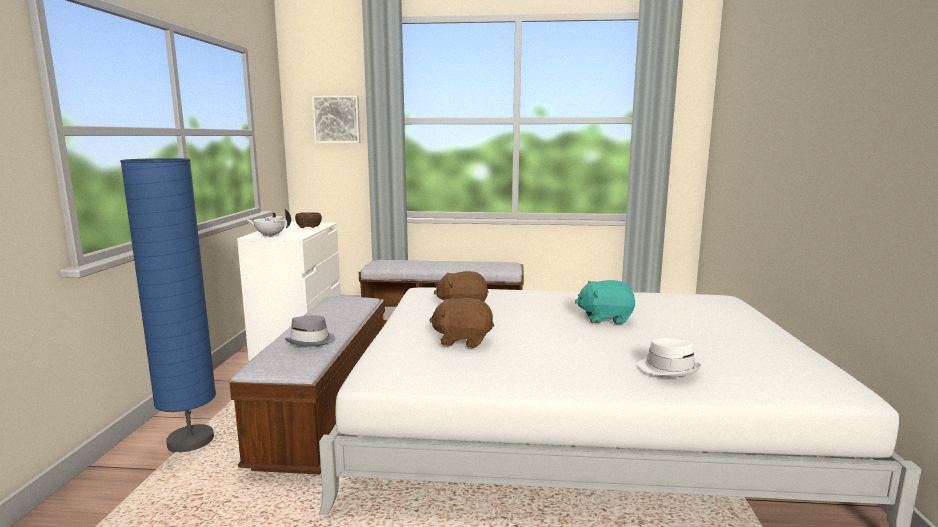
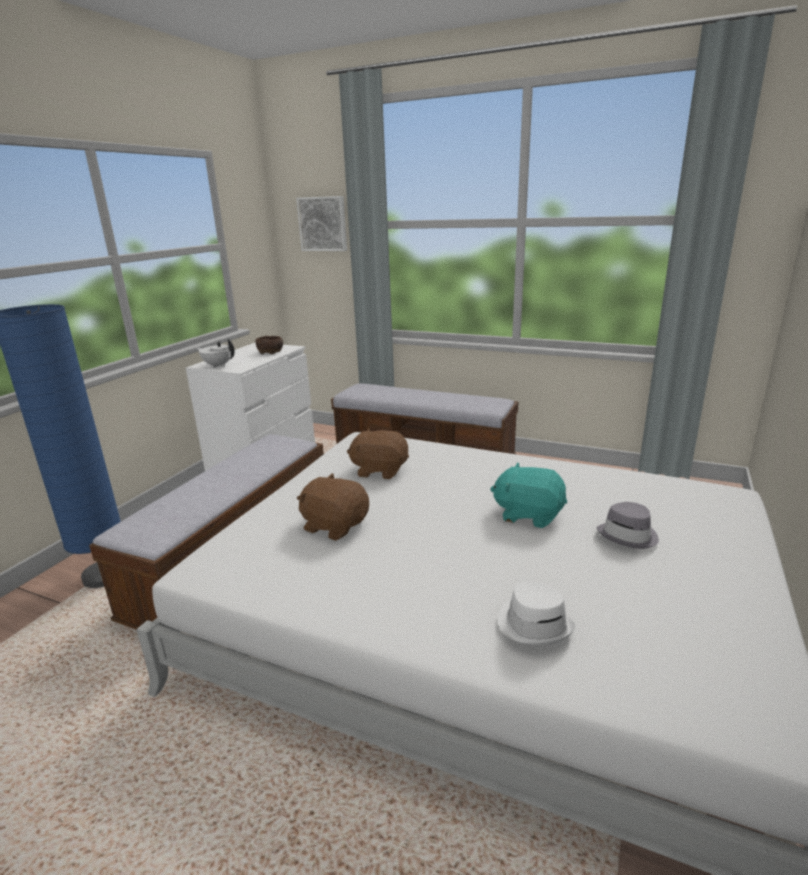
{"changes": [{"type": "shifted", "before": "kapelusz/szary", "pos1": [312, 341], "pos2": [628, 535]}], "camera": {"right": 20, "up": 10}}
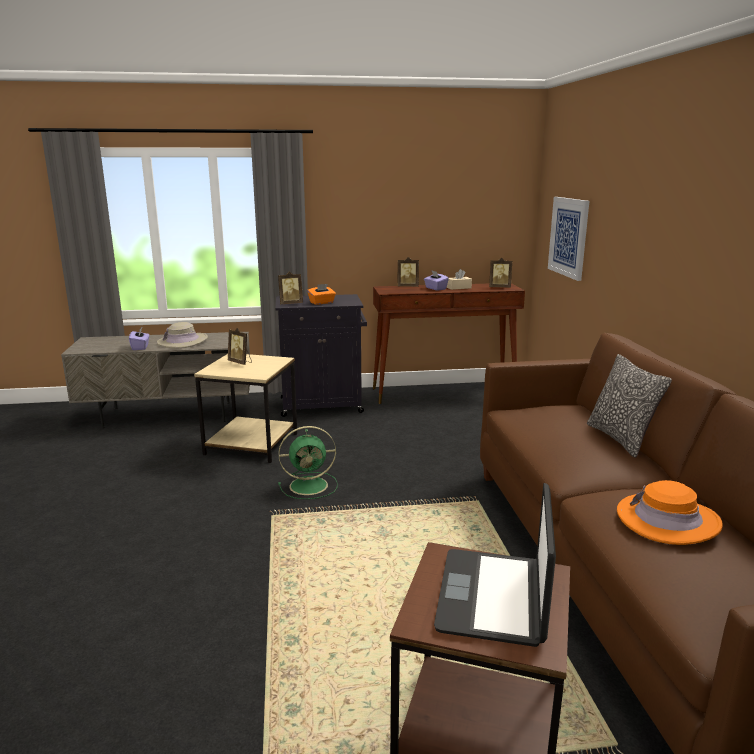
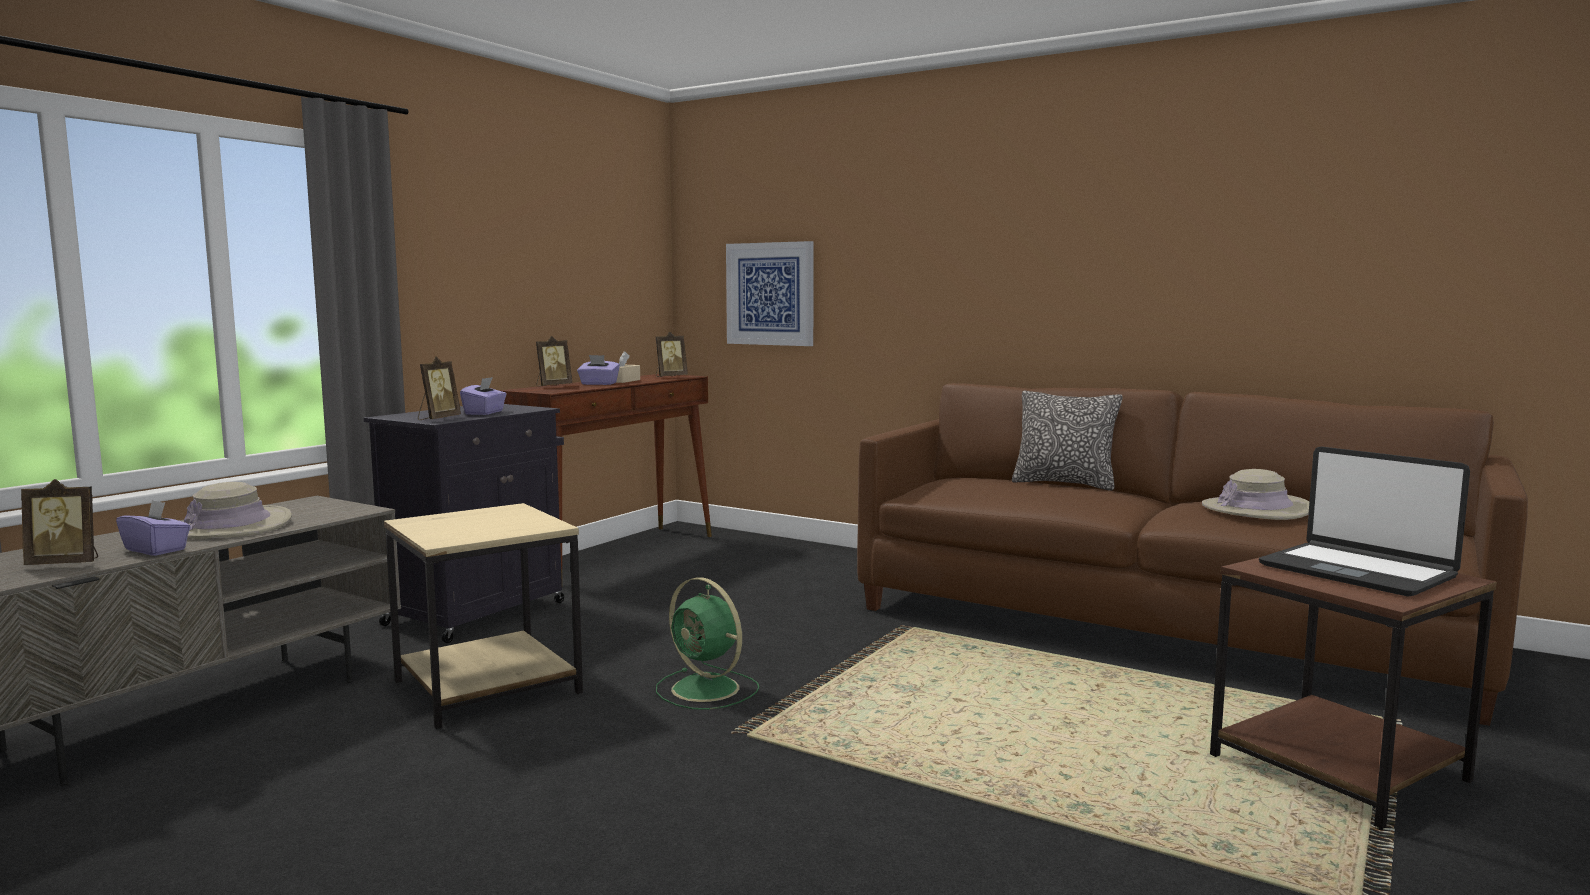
{"changes": [{"type": "shifted", "before": "ramka na zdjęcie", "pos1": [240, 362], "pos2": [66, 563]}, {"type": "rotated", "before": "wentylator/zielony", "pos1": [310, 485], "pos2": [707, 690], "turn": 105}, {"type": "repainted", "before": "pudełko chusteczek/pomarańczowy", "after": "pudełko chusteczek/fioletowy", "pos1": [322, 302], "pos2": [484, 413]}, {"type": "repainted", "before": "kapelusz/pomarańczowy", "after": "kapelusz/beżowy", "pos1": [667, 520], "pos2": [1256, 509]}], "camera": {"right": -50, "up": -10}}
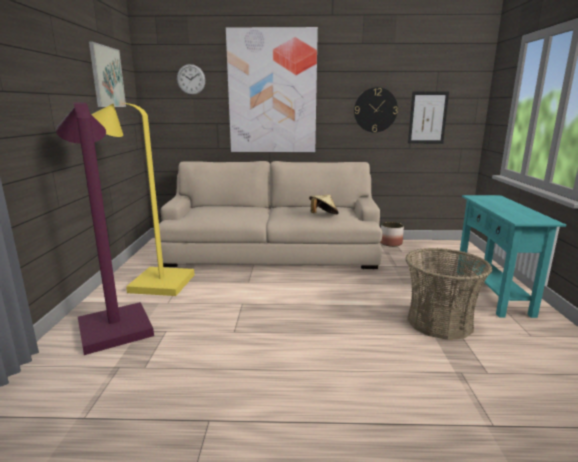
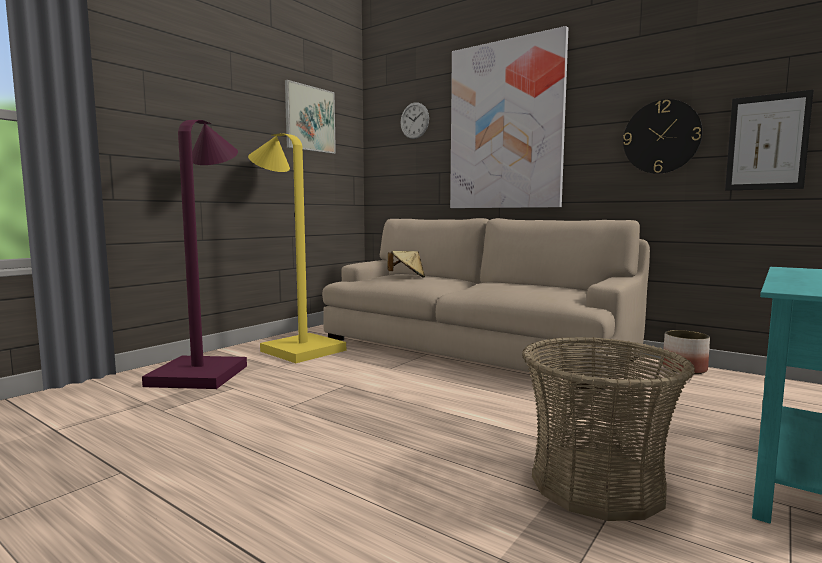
{"changes": [{"type": "shifted", "before": "kapelusz/beżowy", "pos1": [323, 215], "pos2": [407, 277]}], "camera": {"right": 35, "up": -10}}
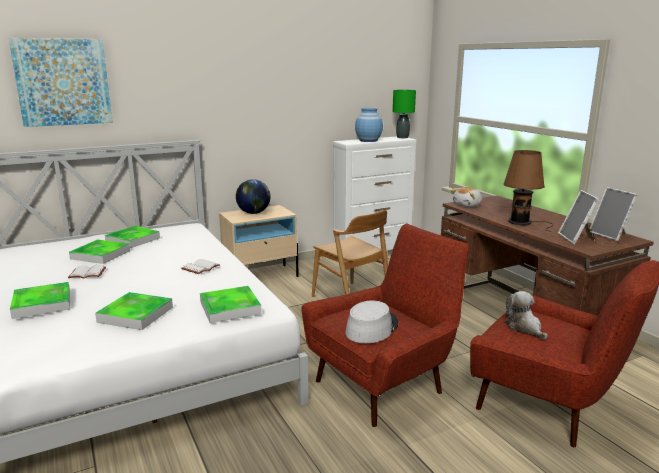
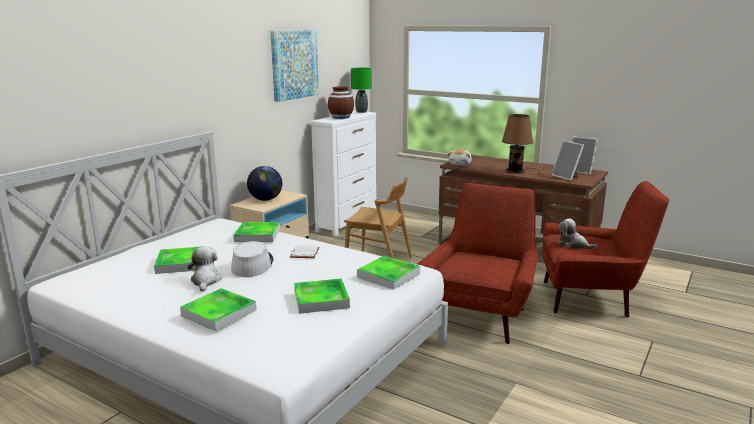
{"changes": [{"type": "shifted", "before": "obraz", "pos1": [63, 82], "pos2": [294, 64]}, {"type": "swapped", "before": "książka/biały", "after": "pluszak", "pos1": [86, 274], "pos2": [205, 281]}, {"type": "shifted", "before": "taca", "pos1": [133, 240], "pos2": [257, 235]}, {"type": "shifted", "before": "kapelusz/szary", "pos1": [371, 328], "pos2": [252, 265]}, {"type": "repainted", "before": "wazon/niebieski", "after": "wazon/brązowy", "pos1": [368, 140], "pos2": [341, 117]}], "camera": {"right": -30, "up": 0}}
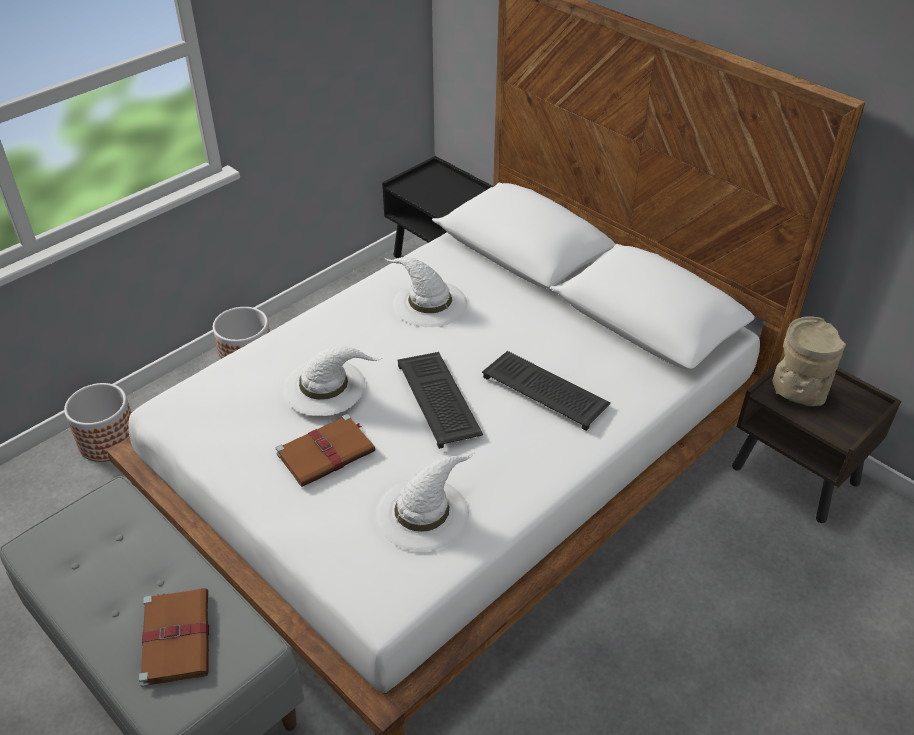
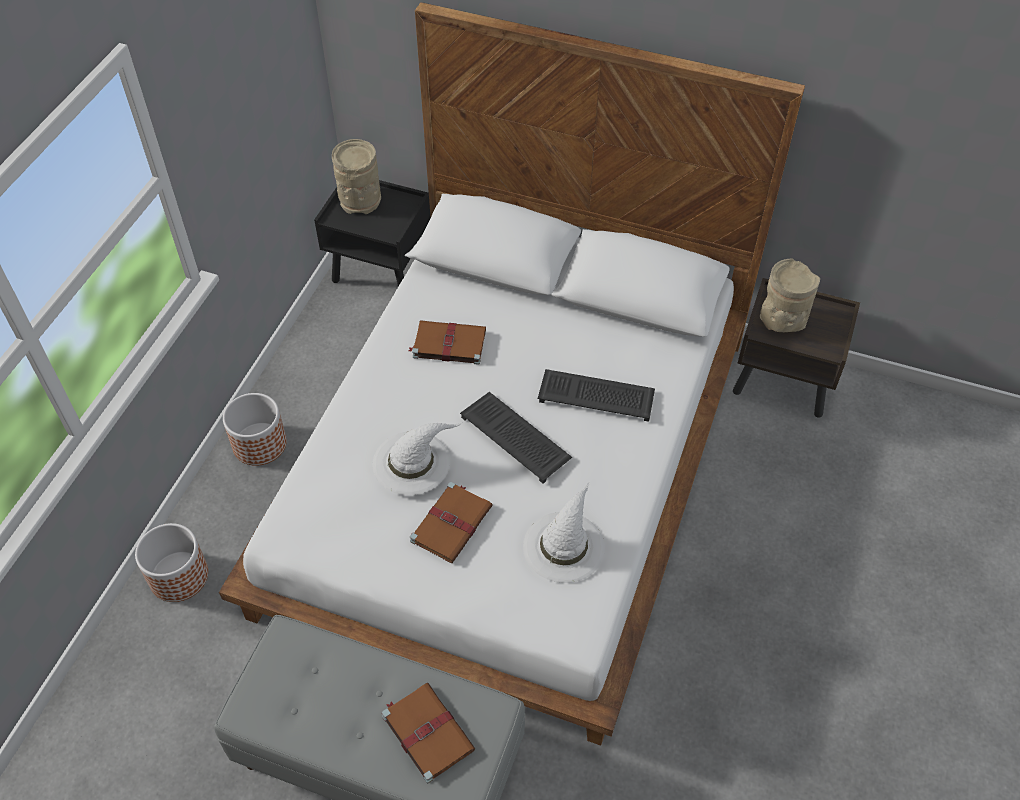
{"changes": [{"type": "swapped", "before": "kapelusz/biały", "after": "książka/brązowy", "pos1": [428, 303], "pos2": [448, 344]}, {"type": "new", "after": "wazon/beżowy", "pos2": [360, 200]}], "camera": {"right": -25, "up": 10}}
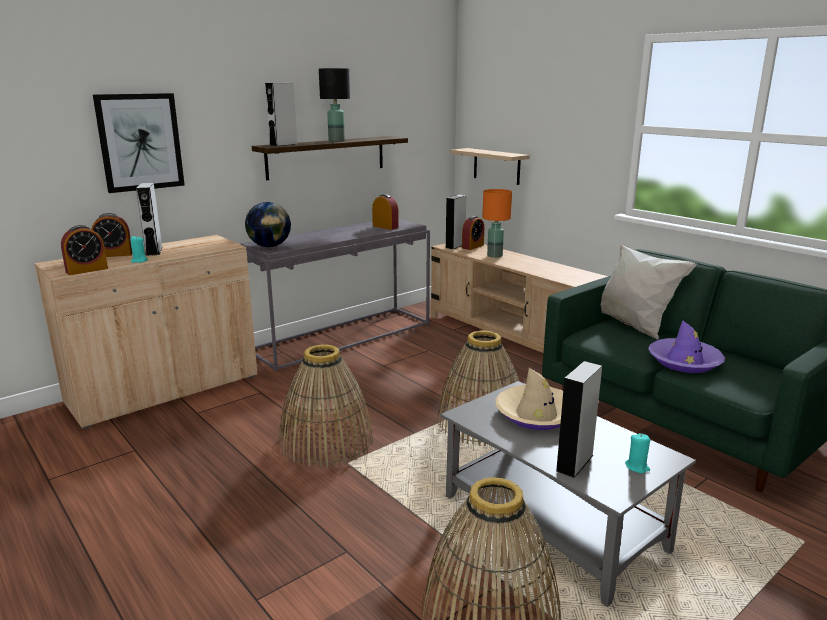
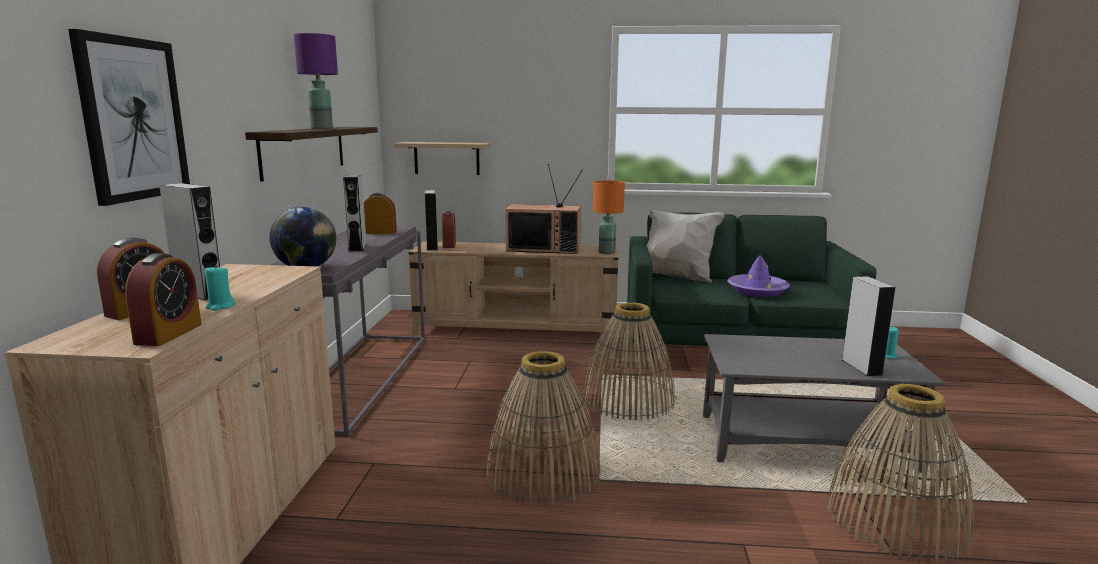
{"changes": [{"type": "shifted", "before": "głośnik/szary", "pos1": [283, 144], "pos2": [357, 247]}, {"type": "repainted", "before": "lampa stołowa/czarny", "after": "lampa stołowa/fioletowy", "pos1": [336, 141], "pos2": [321, 128]}, {"type": "shifted", "before": "lampa stołowa/pomarańczowy", "pos1": [495, 255], "pos2": [607, 252]}, {"type": "gone", "before": "kapelusz/beżowy", "pos1": [536, 414]}, {"type": "new", "after": "telewizor", "pos2": [545, 248]}], "camera": {"right": -45, "up": -5}}
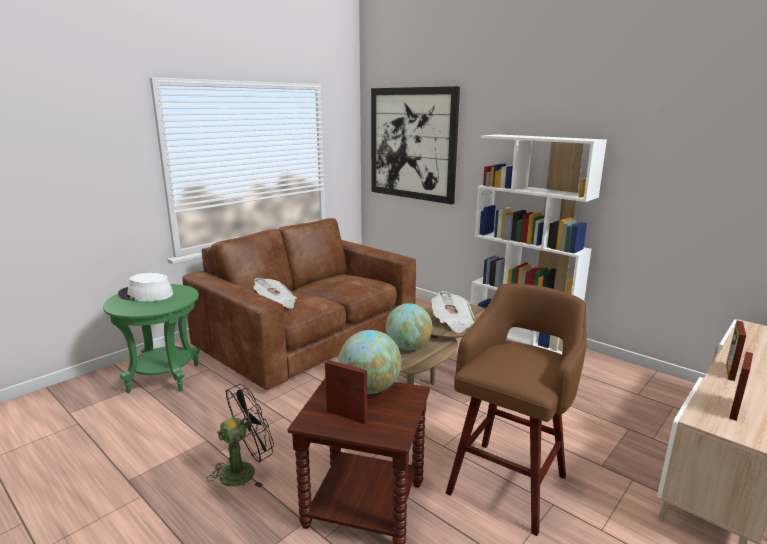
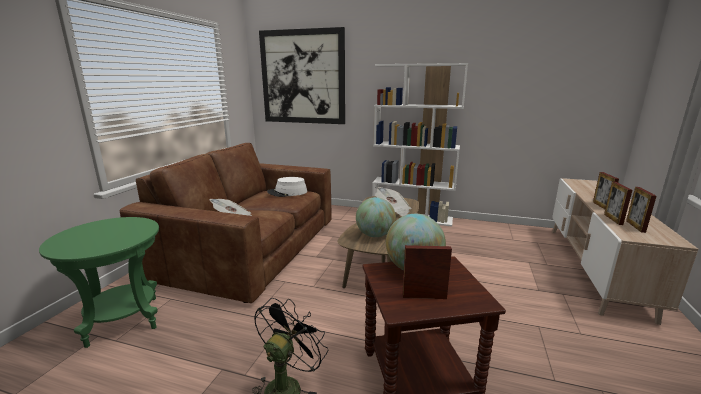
{"changes": [{"type": "shifted", "before": "kapelusz/biały", "pos1": [146, 294], "pos2": [287, 192]}, {"type": "gone", "before": "stołek/brązowy", "pos1": [509, 482]}, {"type": "new", "after": "ramka na zdjęcie", "pos2": [613, 219]}], "camera": {"right": -25, "up": 0}}
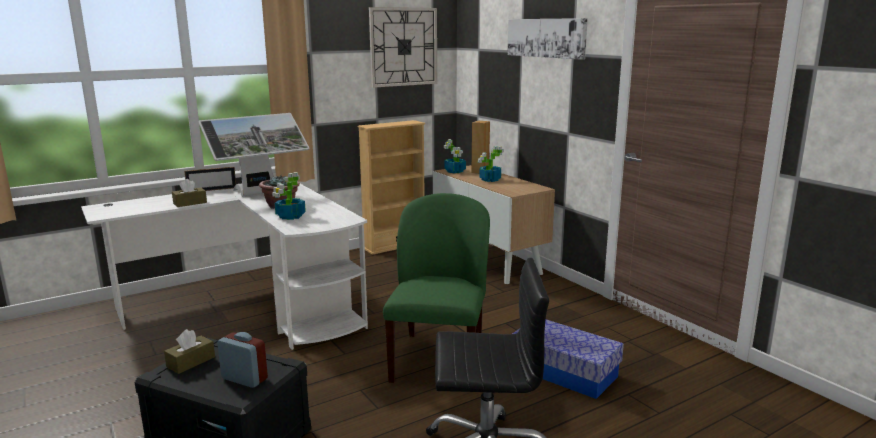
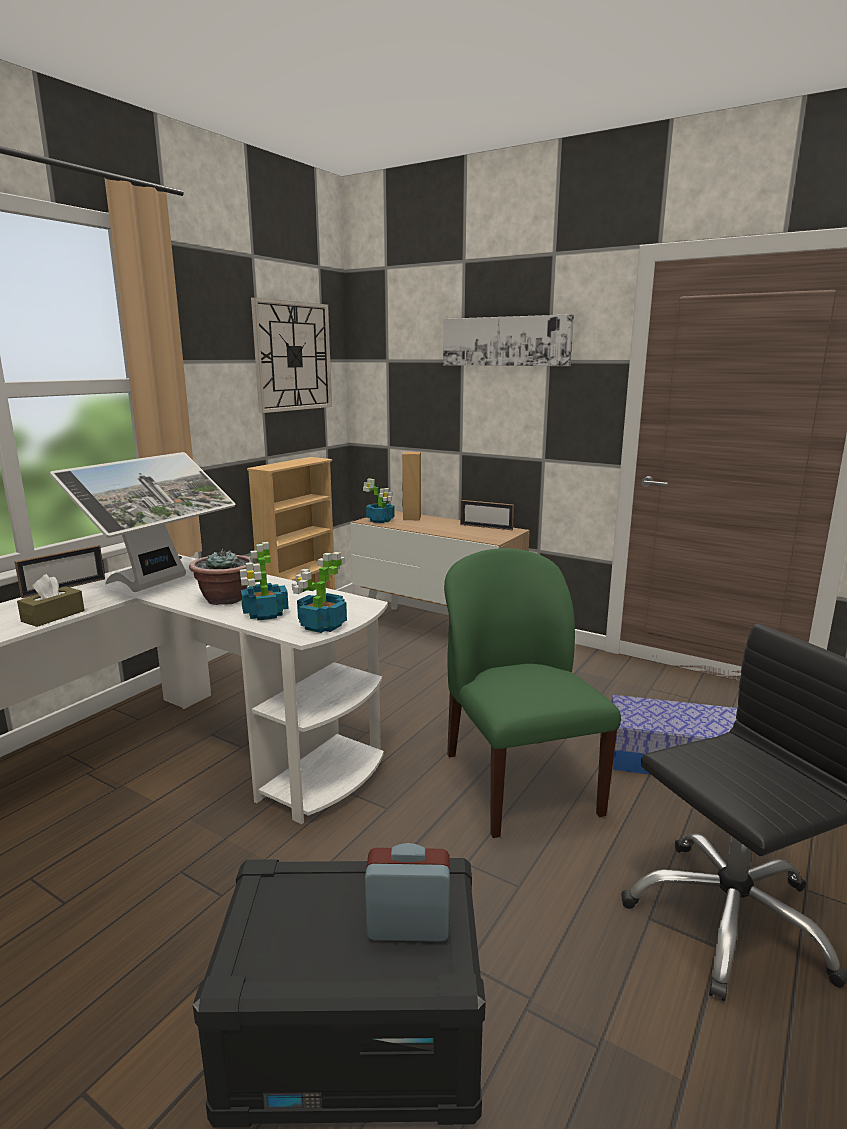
{"changes": [{"type": "gone", "before": "pudełko chusteczek/brązowy", "pos1": [191, 362]}, {"type": "shifted", "before": "roślina doniczkowa", "pos1": [489, 180], "pos2": [321, 625]}, {"type": "new", "after": "ramka na zdjęcie", "pos2": [486, 527]}], "camera": {"right": -25, "up": 0}}
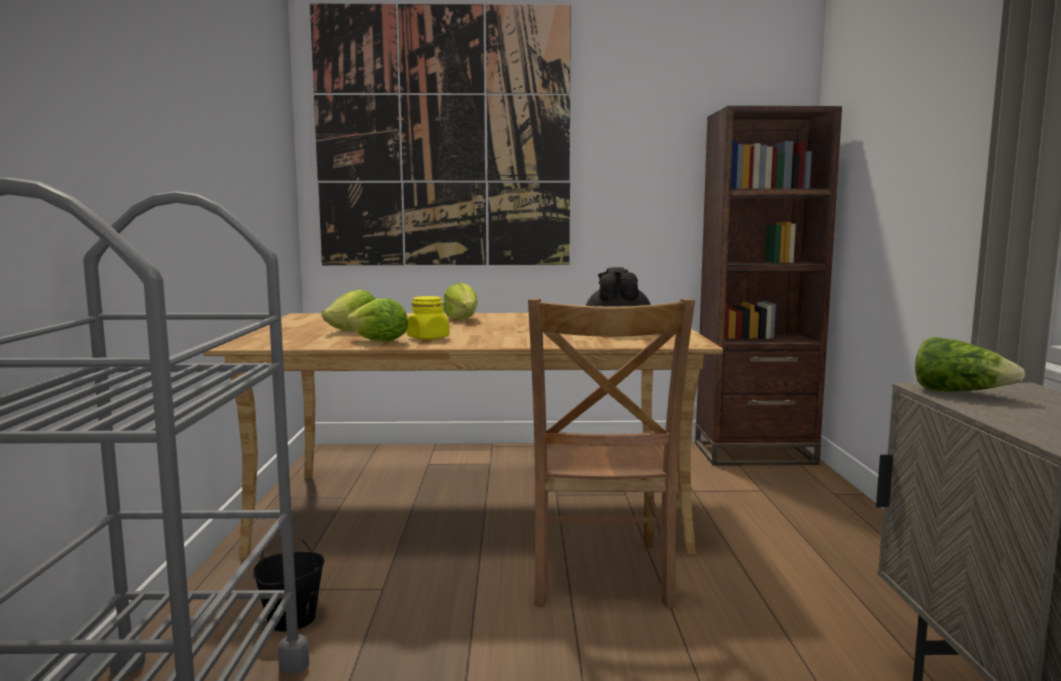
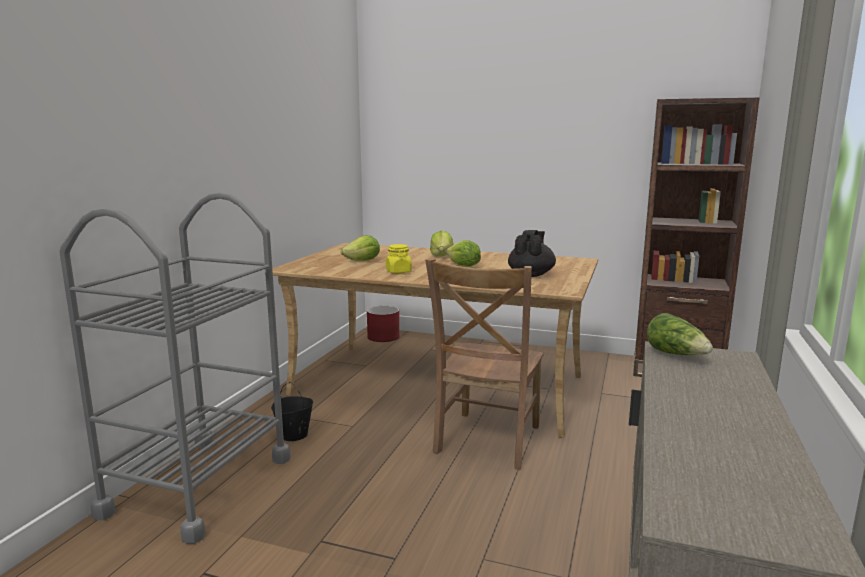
{"changes": [{"type": "gone", "before": "obraz", "pos1": [443, 138]}, {"type": "shifted", "before": "sałata", "pos1": [379, 342], "pos2": [463, 266]}, {"type": "new", "after": "donica/czerwony", "pos2": [383, 337]}], "camera": {"right": 20, "up": 5}}
